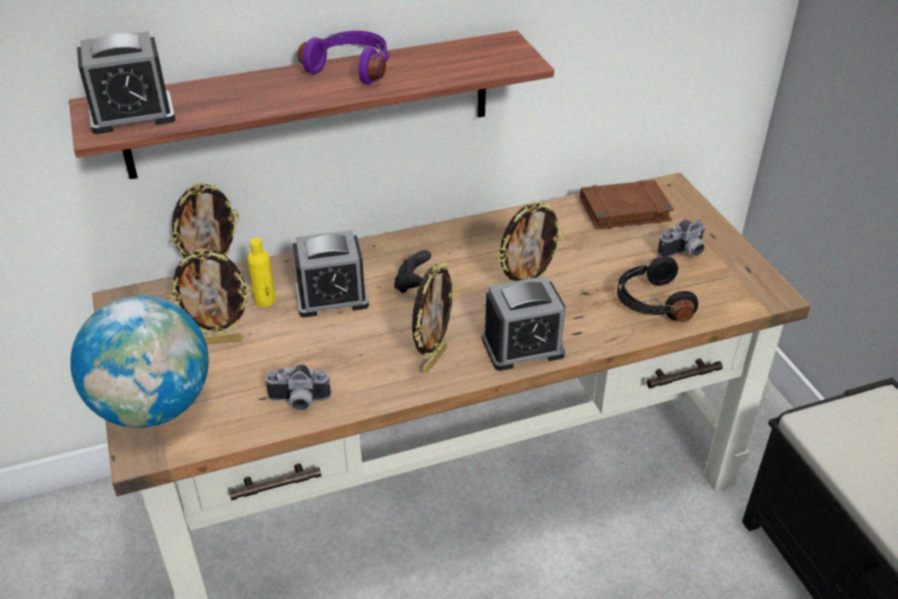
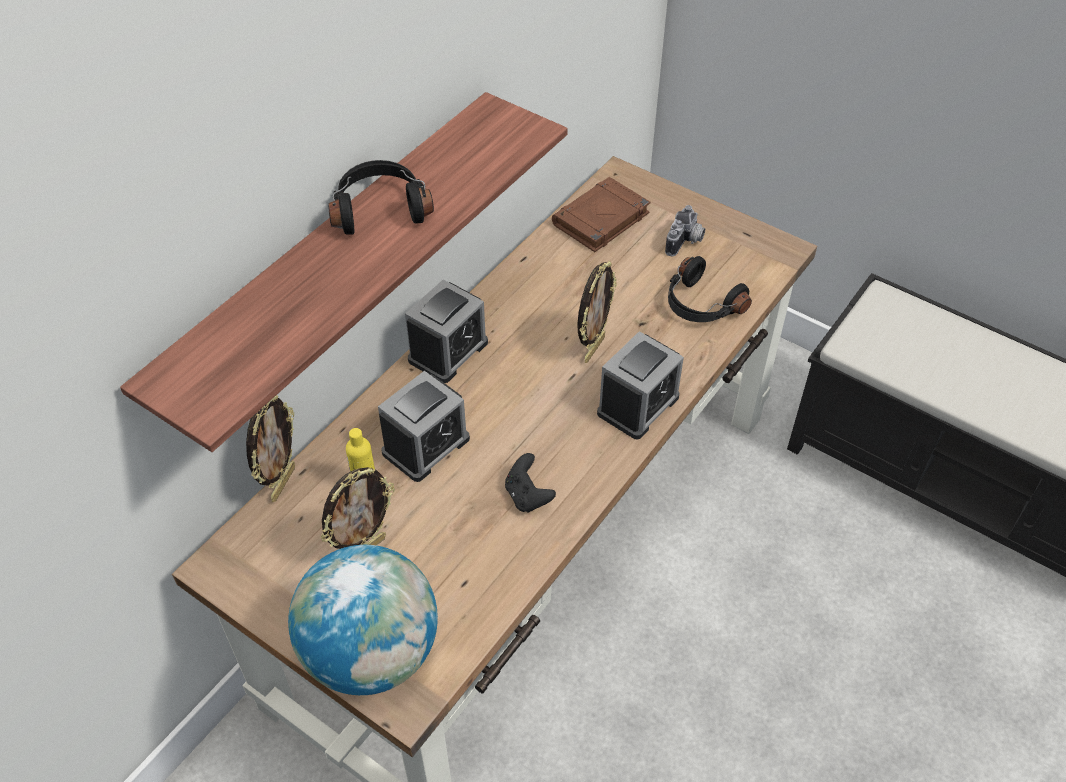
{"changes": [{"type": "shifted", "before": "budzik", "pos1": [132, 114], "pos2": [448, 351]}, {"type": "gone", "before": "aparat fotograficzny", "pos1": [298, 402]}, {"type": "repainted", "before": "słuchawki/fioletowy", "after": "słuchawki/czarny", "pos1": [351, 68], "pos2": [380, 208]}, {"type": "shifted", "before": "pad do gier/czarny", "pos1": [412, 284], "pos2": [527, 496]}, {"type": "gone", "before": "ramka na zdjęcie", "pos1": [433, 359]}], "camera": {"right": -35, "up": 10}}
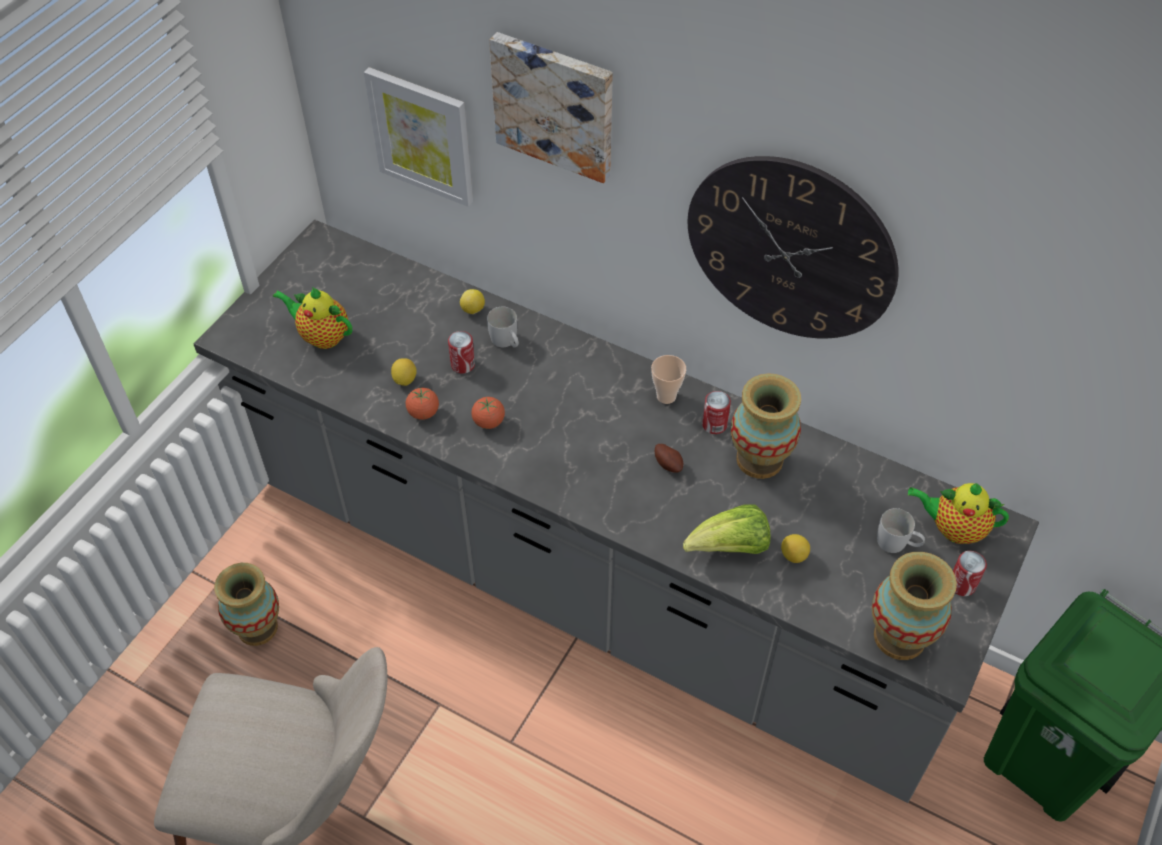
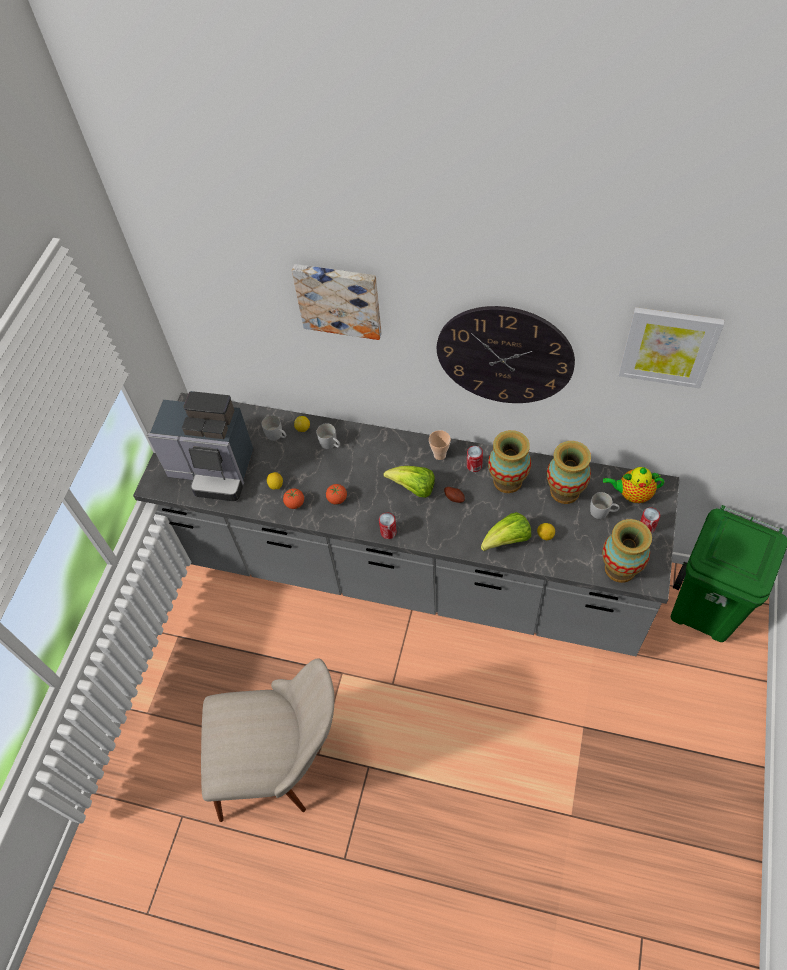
{"changes": [{"type": "shifted", "before": "wazon", "pos1": [258, 628], "pos2": [565, 491]}, {"type": "swapped", "before": "imbryk", "after": "ekspres do kawy", "pos1": [322, 336], "pos2": [213, 469]}, {"type": "shifted", "before": "obraz", "pos1": [422, 136], "pos2": [668, 346]}, {"type": "shifted", "before": "puszka", "pos1": [463, 364], "pos2": [388, 532]}, {"type": "new", "after": "kubek/biały", "pos2": [277, 436]}, {"type": "new", "after": "sałata", "pos2": [413, 488]}], "camera": {"right": -10, "up": 5}}
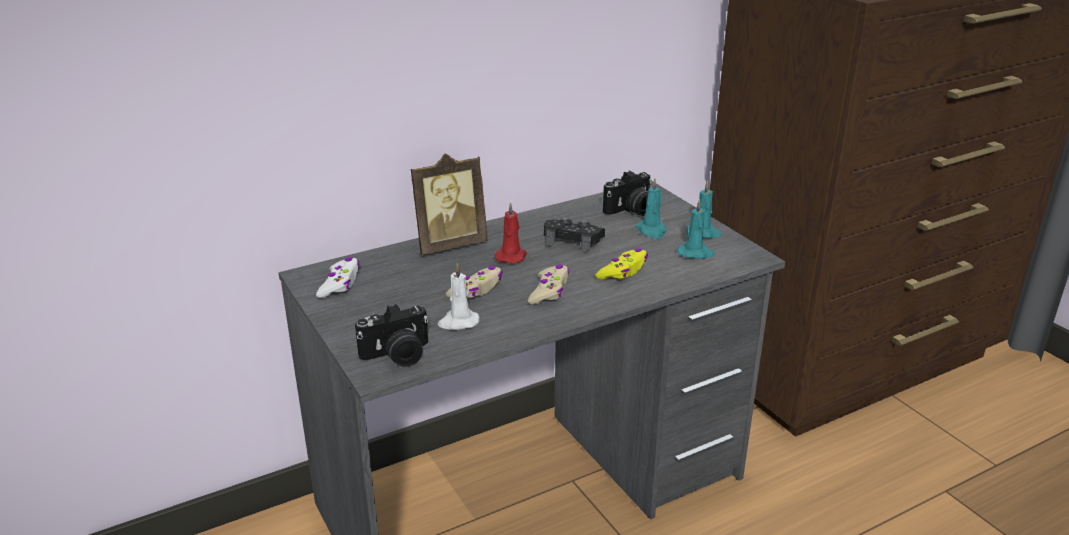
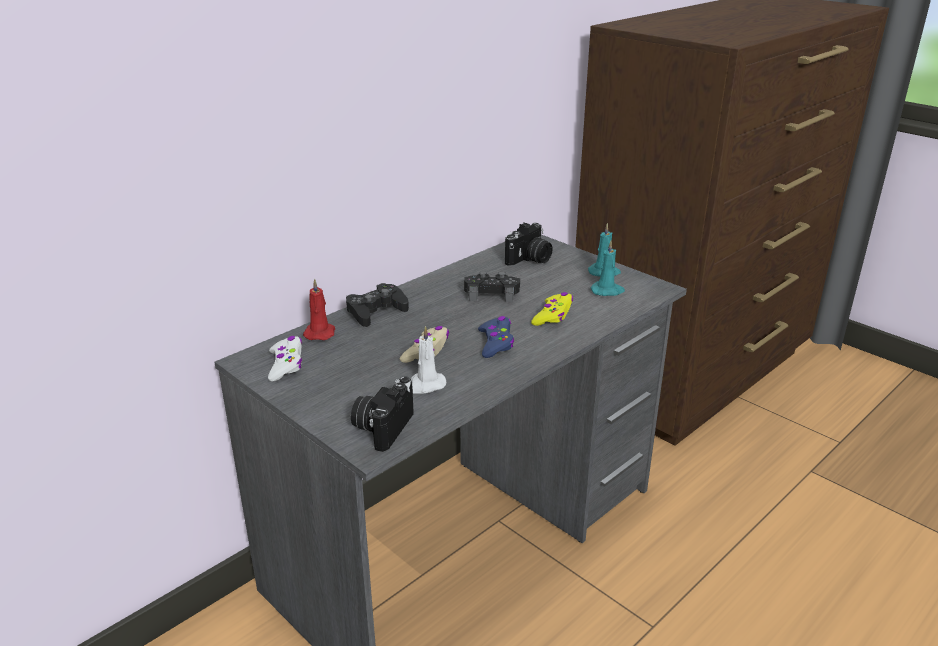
{"changes": [{"type": "rotated", "before": "aparat fotograficzny", "pos1": [397, 355], "pos2": [382, 427], "turn": 150}, {"type": "swapped", "before": "ramka na zdjęcie", "after": "pad do gier/czarny", "pos1": [449, 244], "pos2": [376, 311]}, {"type": "shifted", "before": "świeca/czerwony", "pos1": [511, 256], "pos2": [320, 333]}, {"type": "repainted", "before": "pad do gier/beżowy", "after": "pad do gier/niebieski", "pos1": [549, 291], "pos2": [496, 343]}, {"type": "gone", "before": "świeca/turkusowy", "pos1": [651, 231]}], "camera": {"right": -15, "up": 0}}
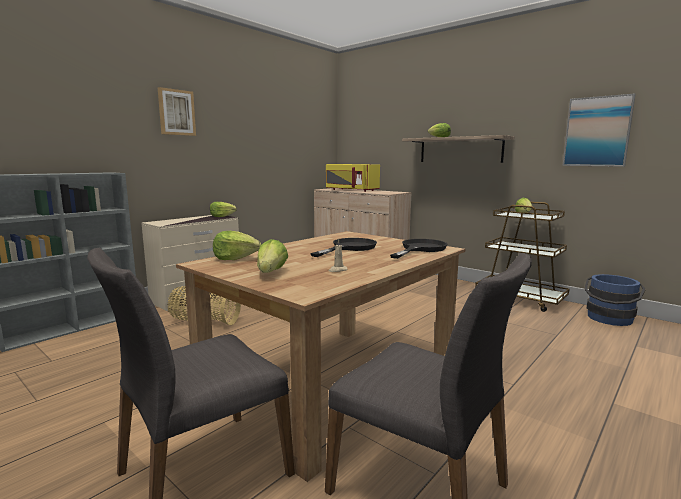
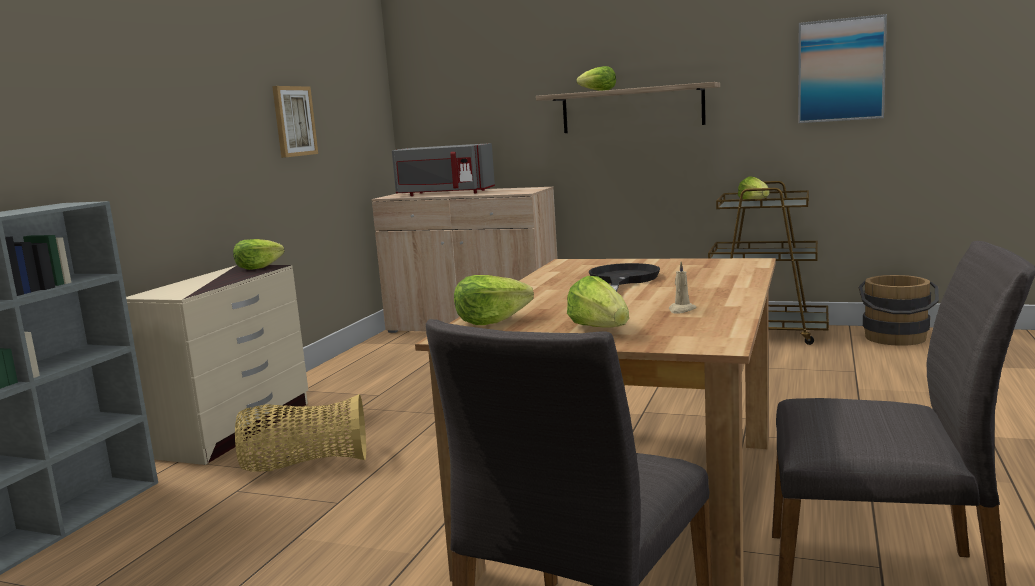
{"changes": [{"type": "shifted", "before": "obraz", "pos1": [176, 112], "pos2": [293, 121]}, {"type": "repainted", "before": "mikrofalówka/żółty", "after": "mikrofalówka/szary", "pos1": [350, 190], "pos2": [444, 193]}, {"type": "gone", "before": "patelnia/czarny", "pos1": [420, 249]}, {"type": "repainted", "before": "wiadro/niebieski", "after": "wiadro/brązowy", "pos1": [609, 319], "pos2": [896, 339]}], "camera": {"right": -20, "up": 0}}
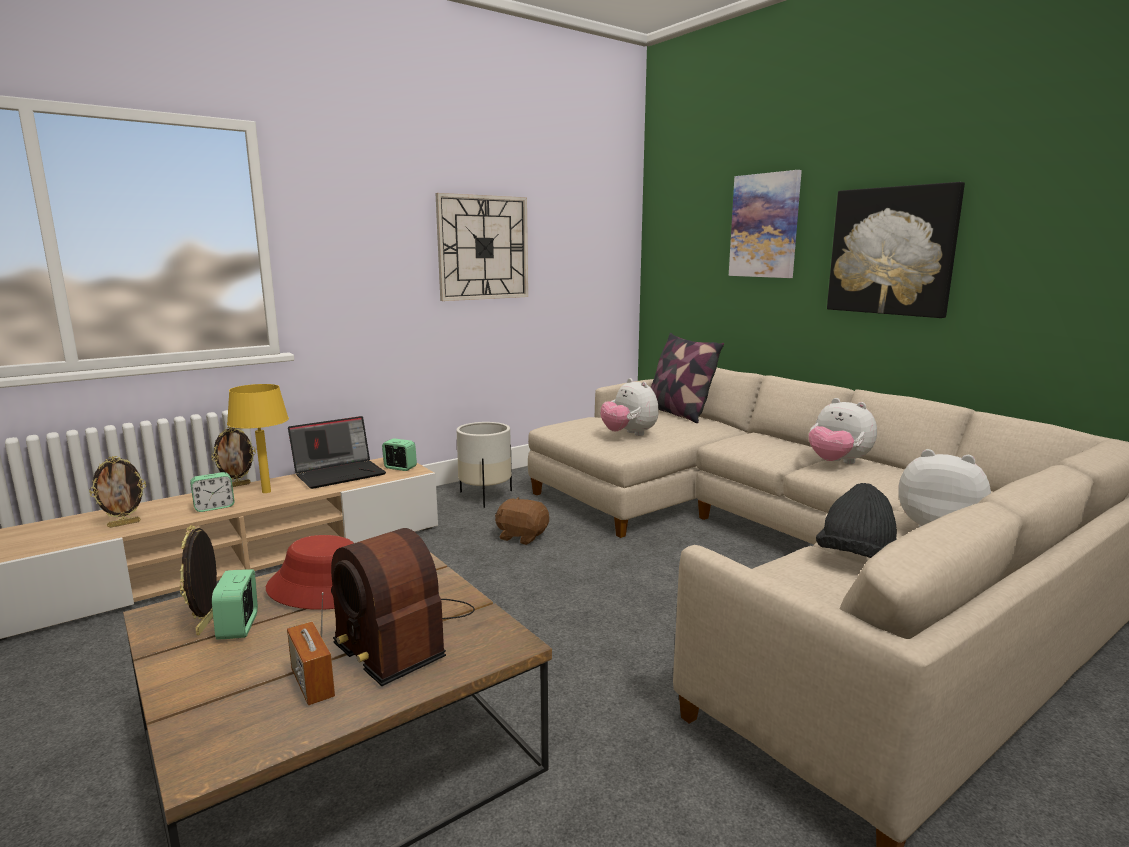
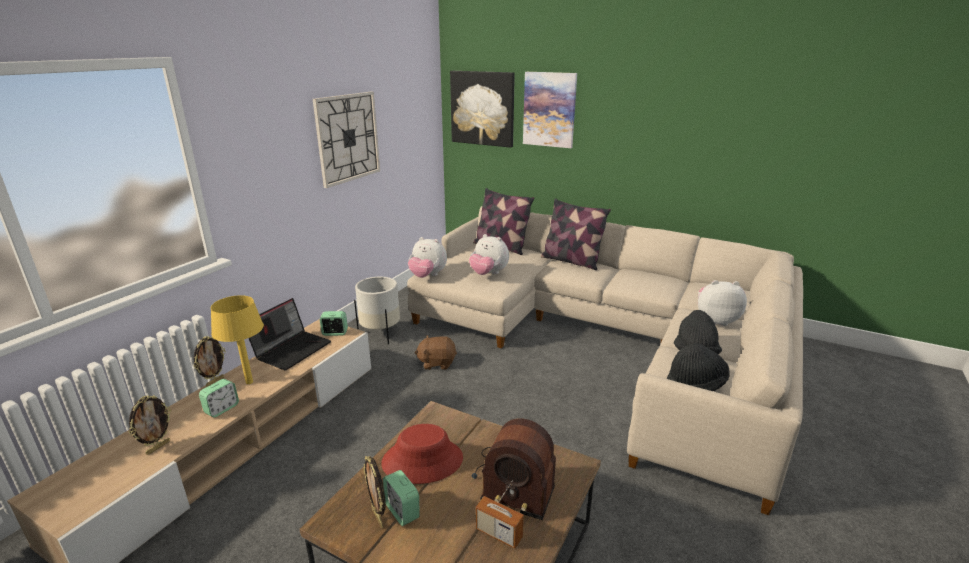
{"changes": [{"type": "shifted", "before": "pluszak", "pos1": [838, 463], "pos2": [427, 276]}, {"type": "shifted", "before": "obraz", "pos1": [892, 251], "pos2": [482, 108]}, {"type": "new", "after": "poduszka", "pos2": [571, 261]}, {"type": "new", "after": "kapelusz/czarny", "pos2": [695, 384]}], "camera": {"right": -25, "up": 10}}
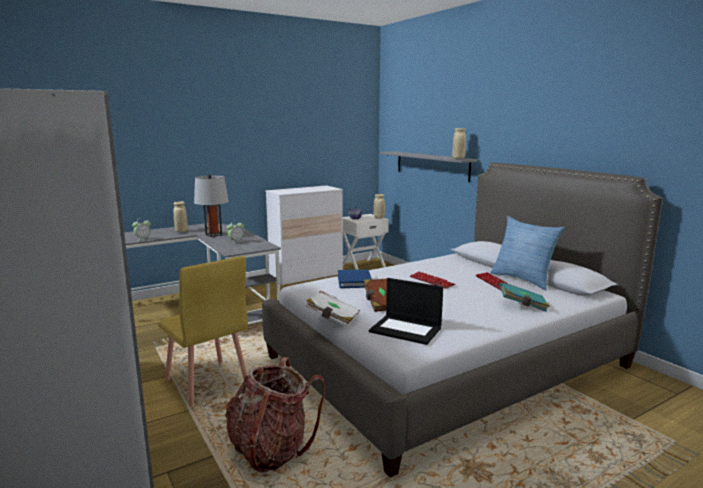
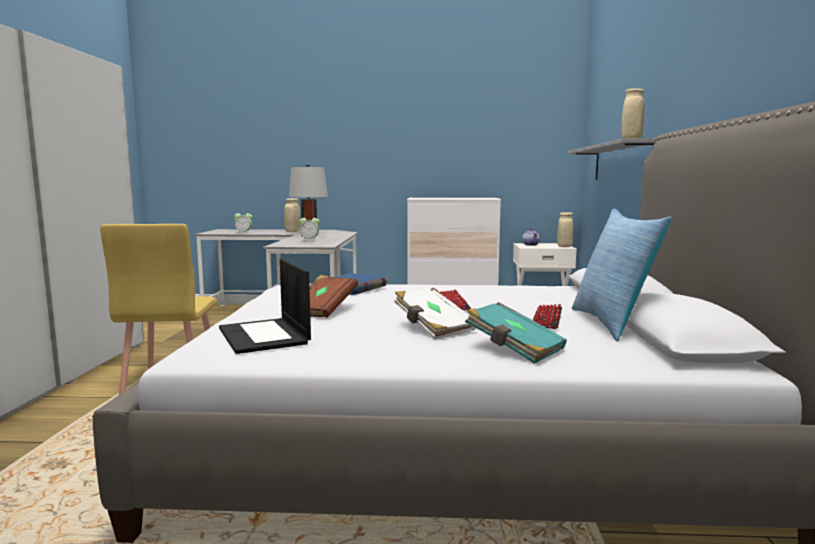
{"changes": [{"type": "gone", "before": "plecak", "pos1": [271, 449]}, {"type": "shifted", "before": "książka/biały", "pos1": [333, 318], "pos2": [432, 328]}], "camera": {"right": 35, "up": -5}}
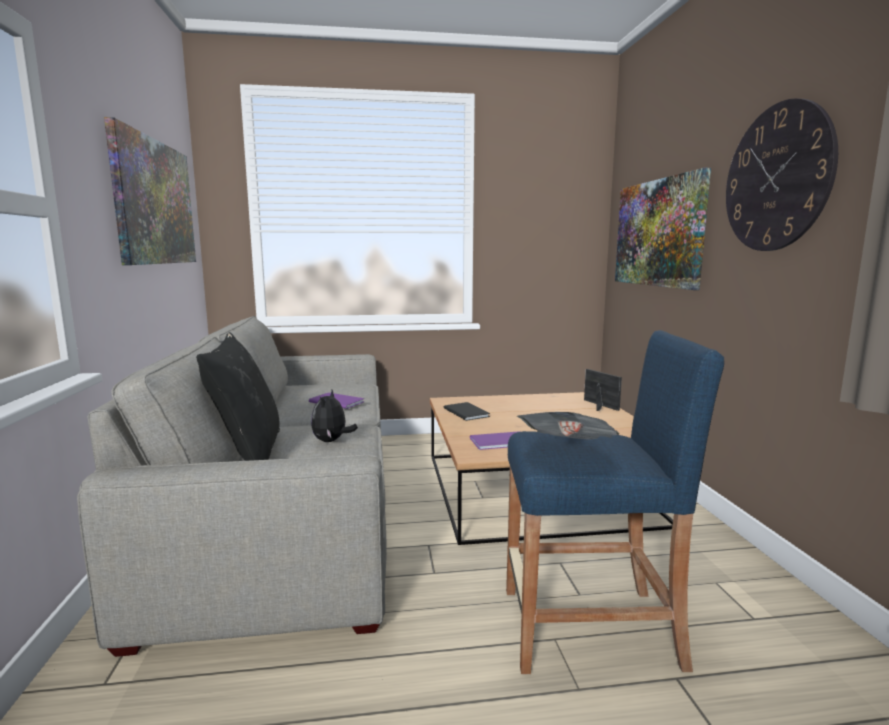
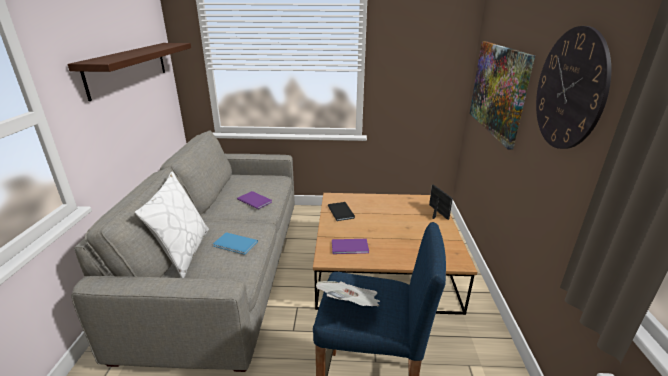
{"changes": [{"type": "swapped", "before": "obraz", "after": "półka", "pos1": [154, 202], "pos2": [129, 68]}, {"type": "repainted", "before": "poduszka/czarny", "after": "poduszka/biały", "pos1": [248, 454], "pos2": [183, 252]}, {"type": "swapped", "before": "pluszak", "after": "książka/niebieski", "pos1": [331, 441], "pos2": [235, 244]}], "camera": {"right": 10, "up": 15}}
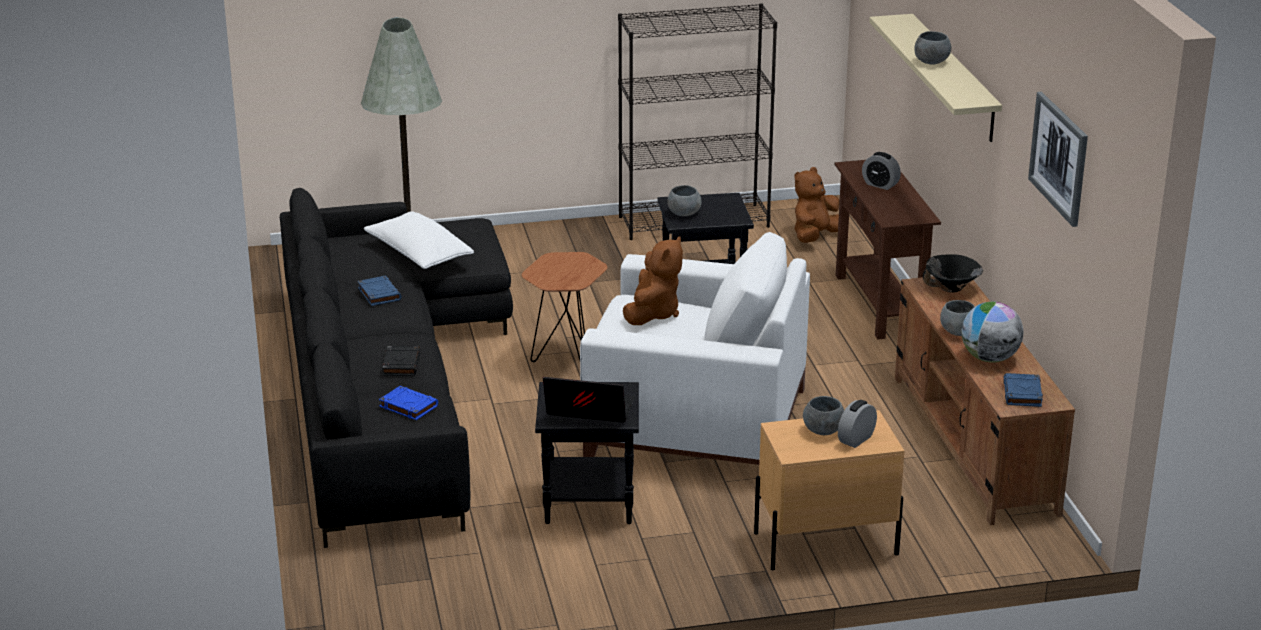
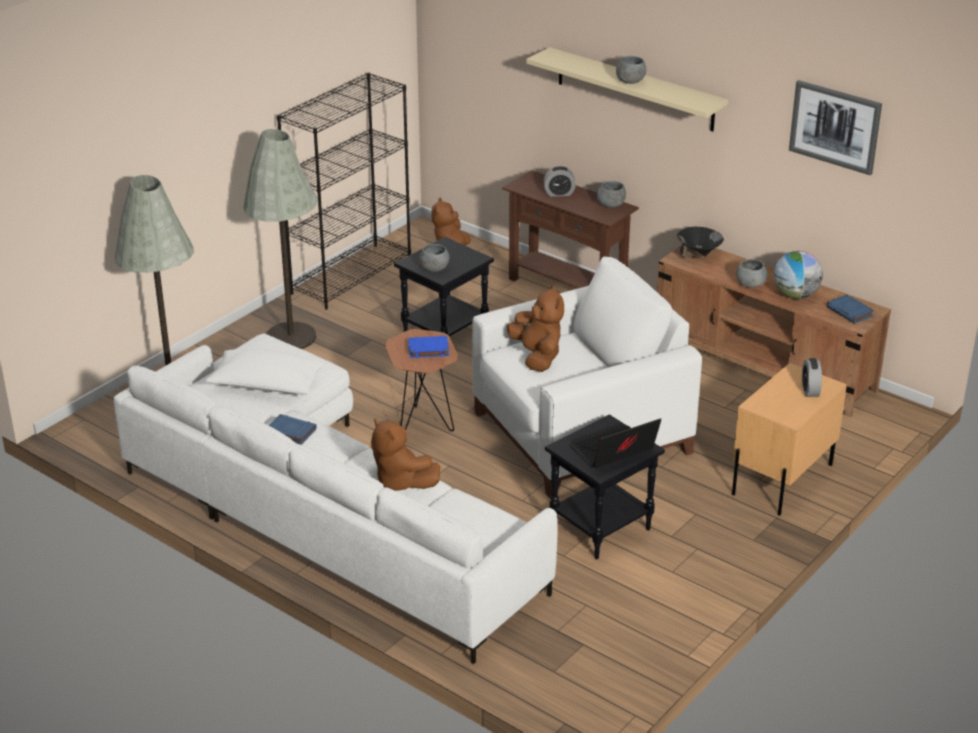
{"changes": [{"type": "repainted", "before": "kanapa/czarny", "after": "kanapa/biały", "pos1": [387, 387], "pos2": [323, 511]}, {"type": "shifted", "before": "książka/niebieski", "pos1": [408, 406], "pos2": [428, 350]}, {"type": "swapped", "before": "książka/czarny", "after": "pluszak/brązowy", "pos1": [401, 364], "pos2": [400, 482]}, {"type": "shifted", "before": "miska/szary", "pos1": [822, 431], "pos2": [611, 205]}, {"type": "new", "after": "lampa stojąca/szary", "pos2": [291, 337]}], "camera": {"right": -40, "up": 5}}
